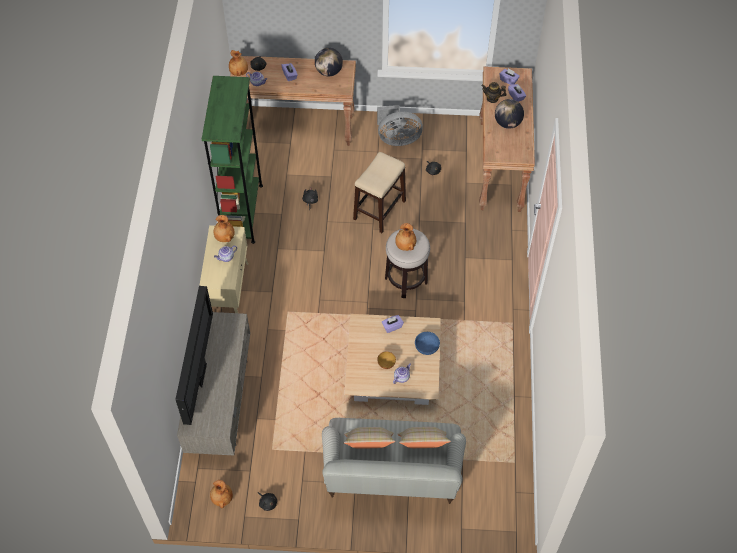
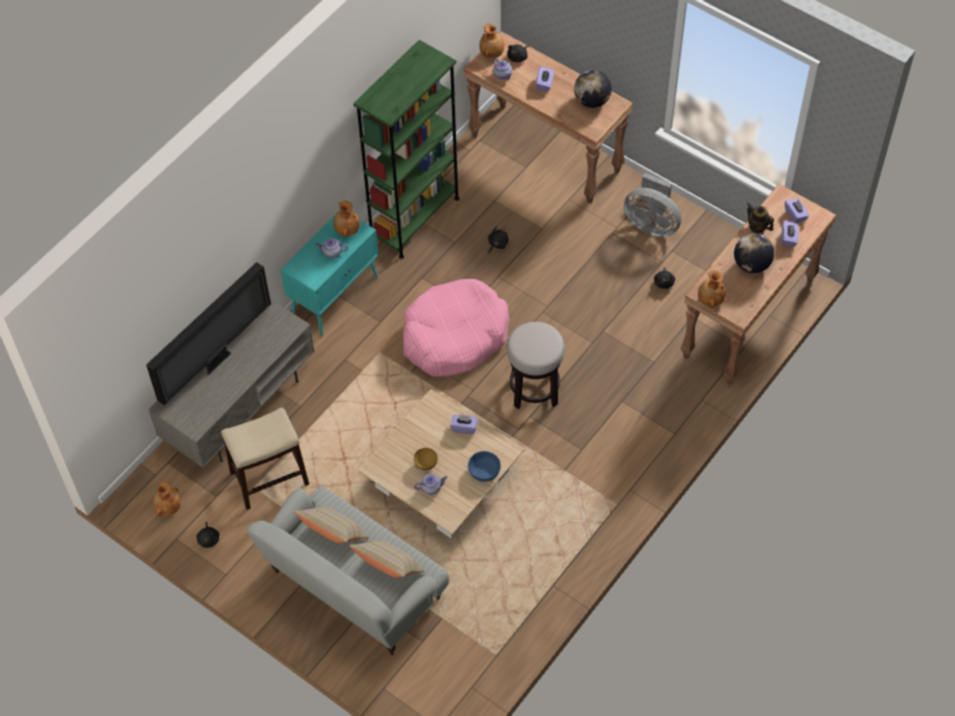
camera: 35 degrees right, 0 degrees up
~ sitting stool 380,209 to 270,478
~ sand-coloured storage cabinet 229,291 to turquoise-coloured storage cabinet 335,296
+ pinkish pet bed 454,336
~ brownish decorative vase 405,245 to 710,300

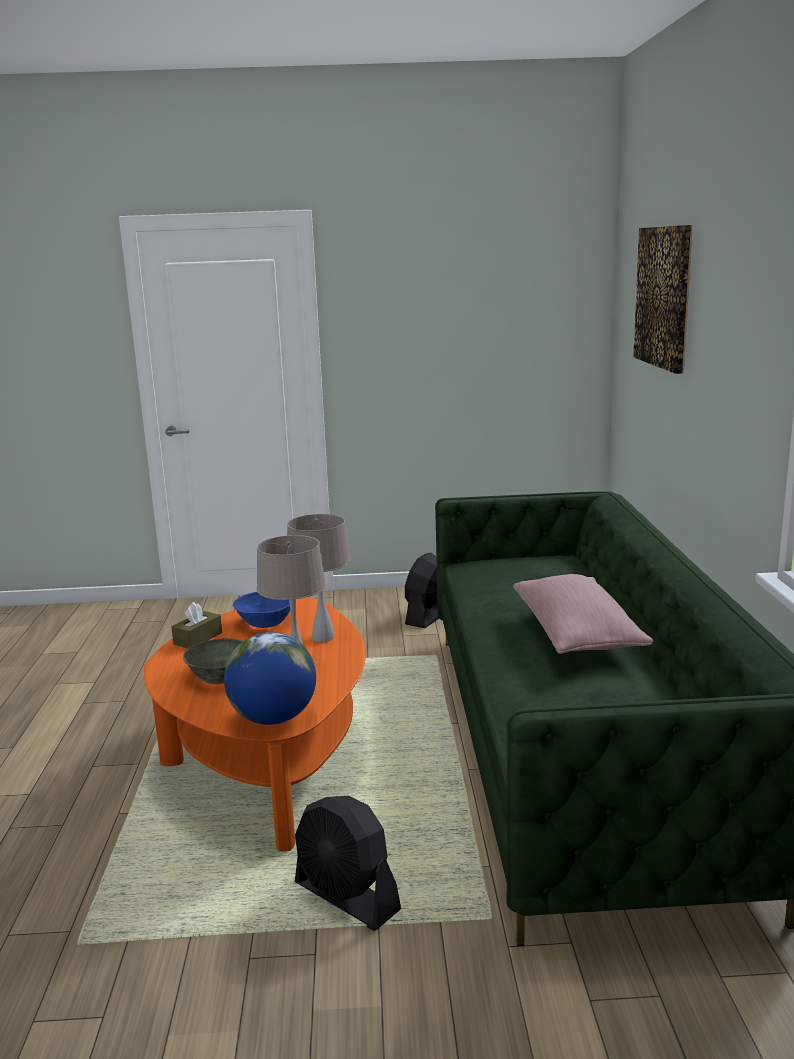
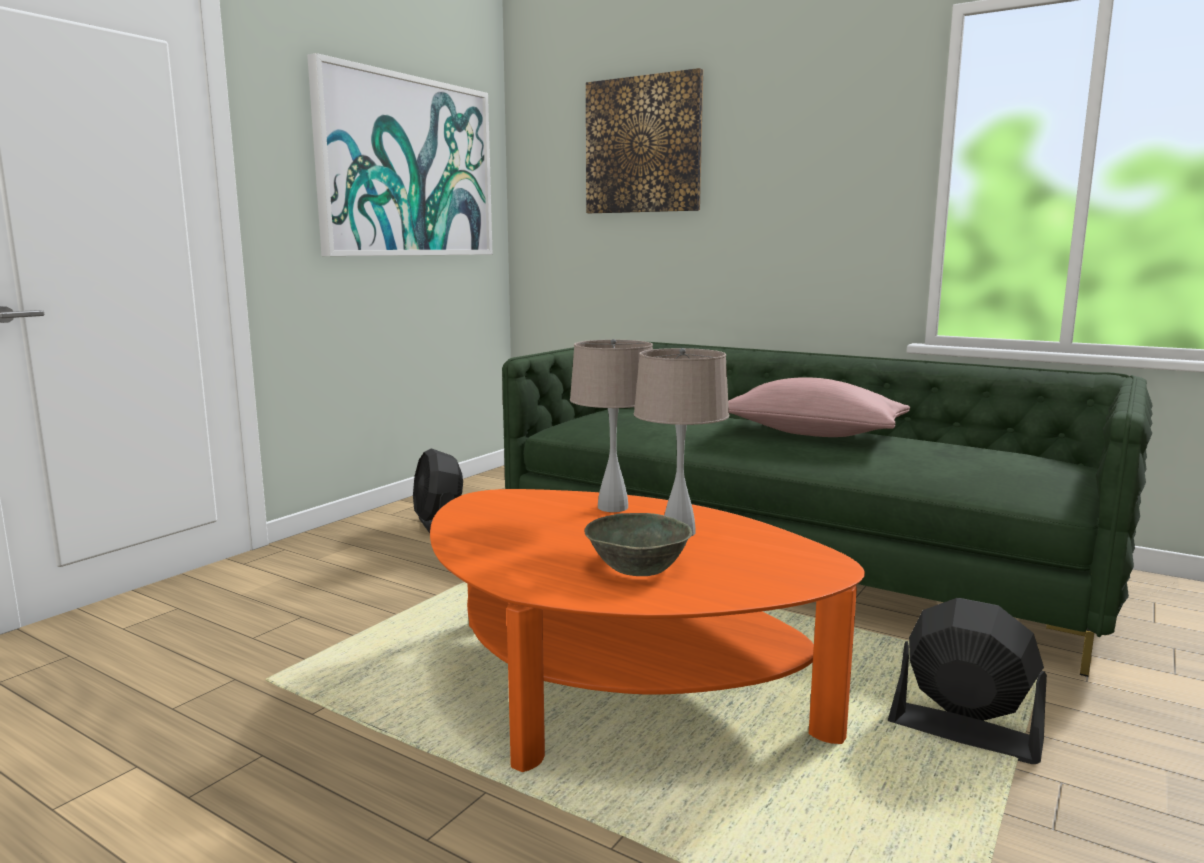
camera: 55 degrees left, 5 degrees down
+ wall picture 407,167
~ blackish electric fan 347,897 = 963,732 135 degrees counterclockwise
- brownish tissue holder 198,638
- globe 274,718
- blue-coloured bowl 266,623

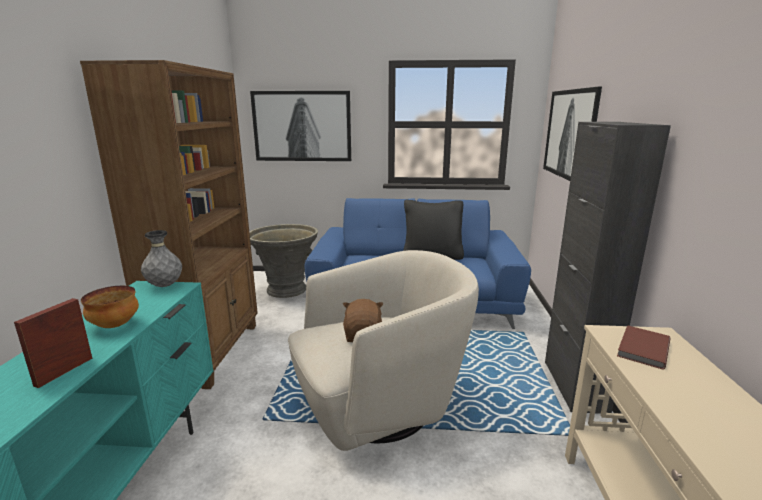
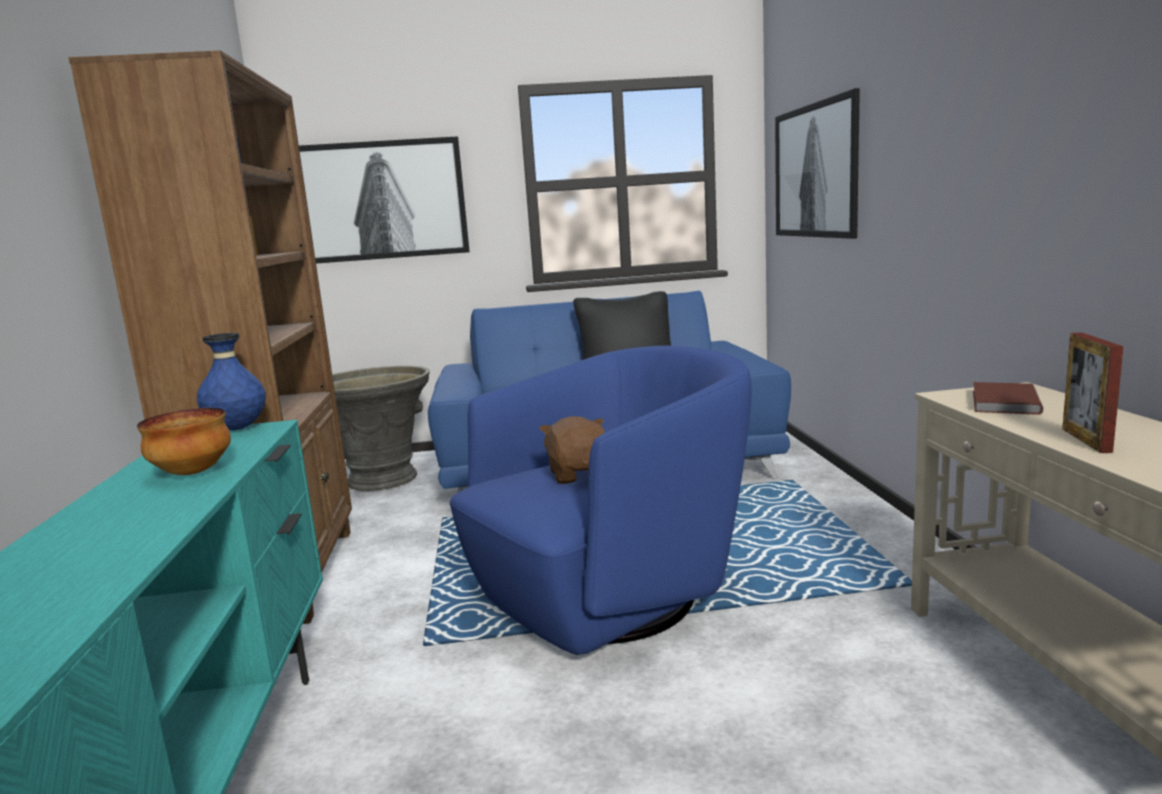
camera: 10 degrees left, 5 degrees down
~ greyish decorative vase 165,285 to blue-coloured decorative vase 237,429
~ sand-coloured easy chair 381,404 to blue-coloured easy chair 611,596
~ picture frame 64,371 to 1086,440
- blackish storage cabinet 575,386

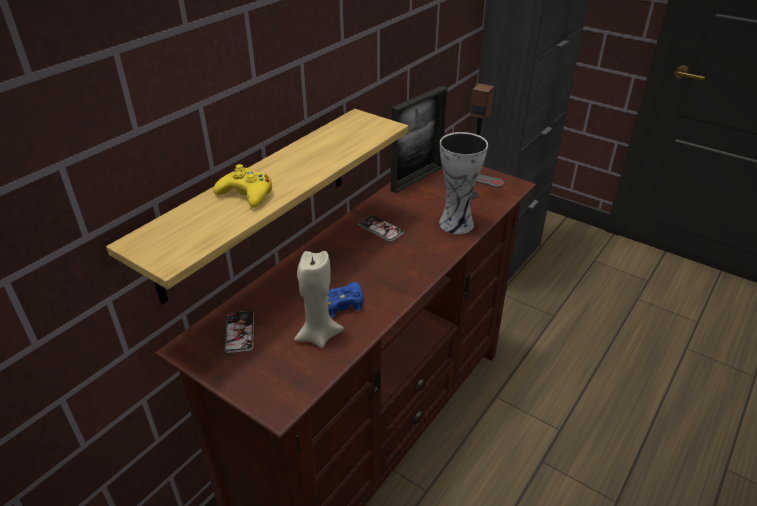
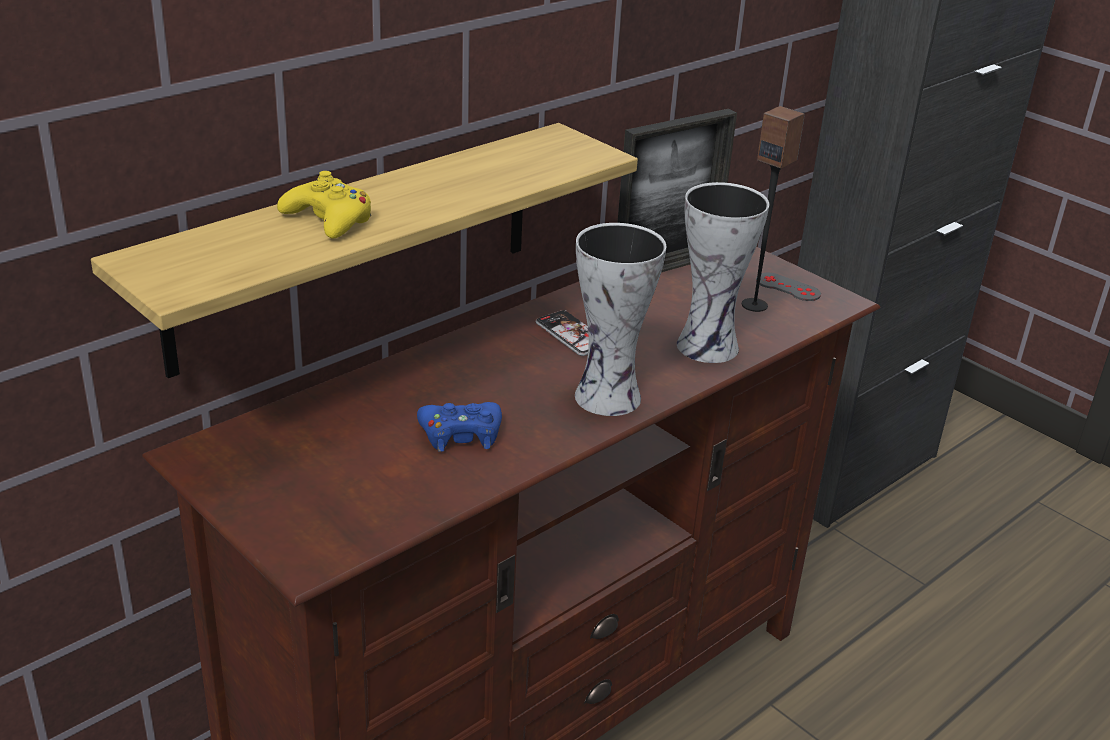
camera: 10 degrees right, 5 degrees down
+ decorative vase 608,399
- handset 239,332
- sand-coloured candle 318,335

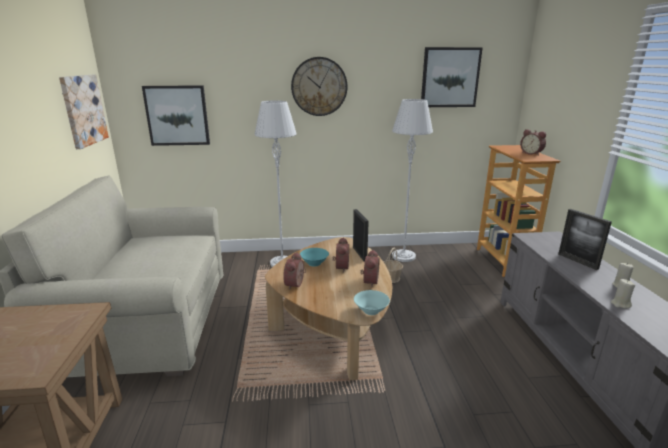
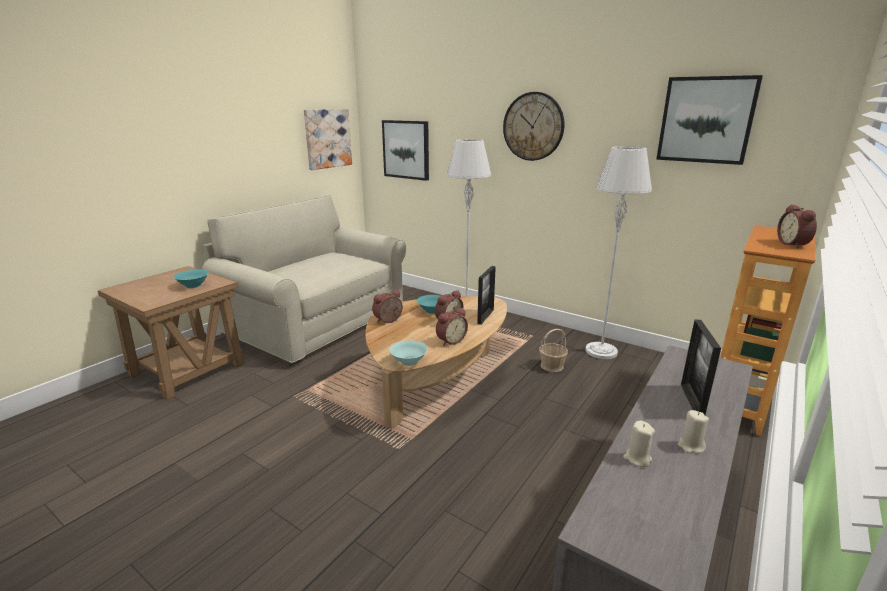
camera: 40 degrees right, 0 degrees up
+ turquoise-coloured bowl 193,285

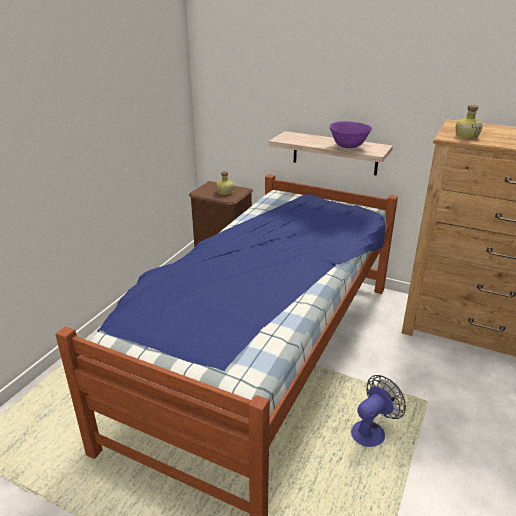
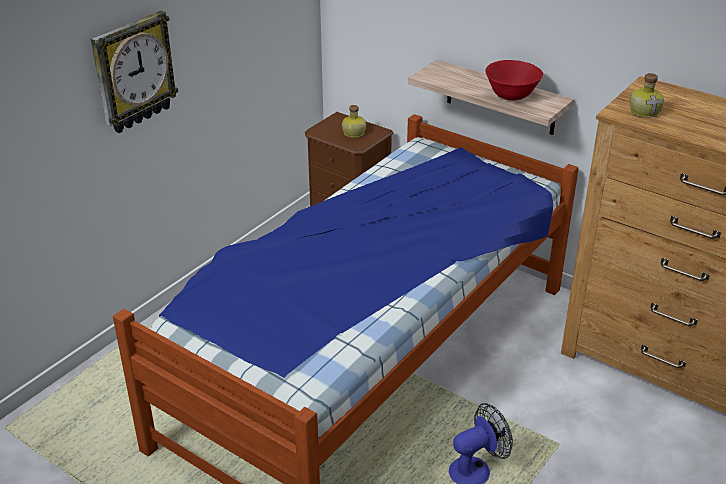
camera: 10 degrees right, 5 degrees up
+ clock on the wall 133,72
~ purple bowl 348,146 to reddish bowl 511,96

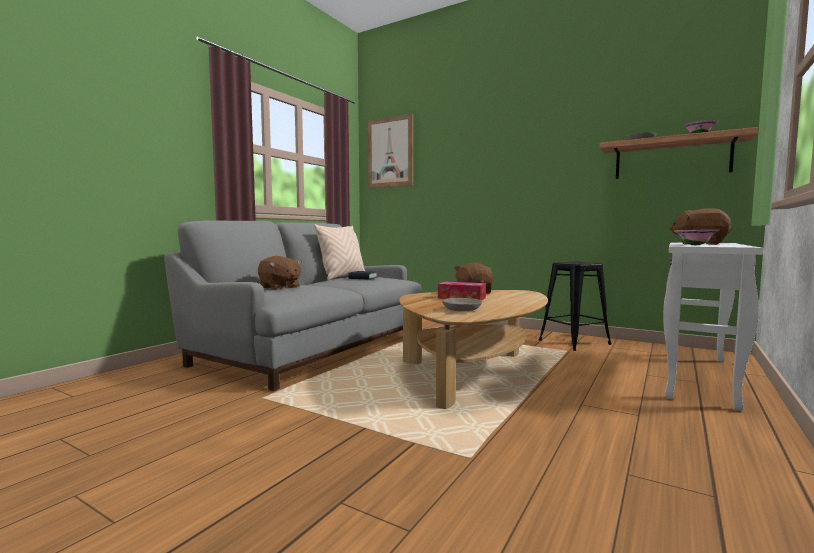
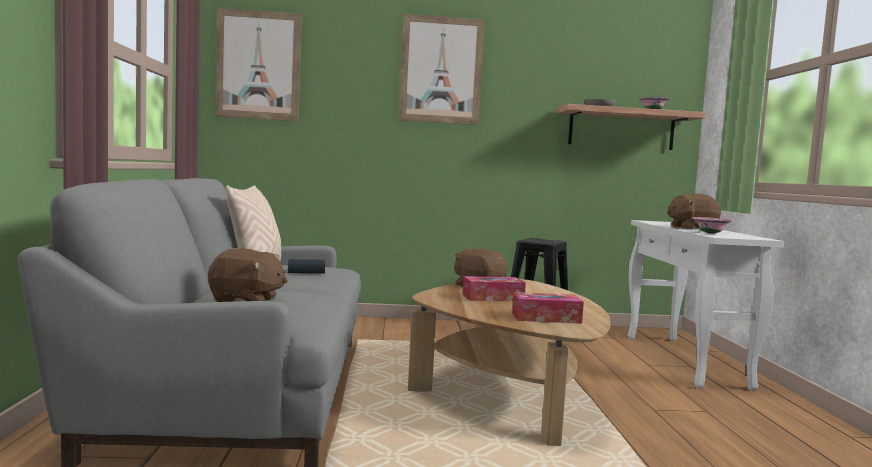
camera: 35 degrees left, 0 degrees up
+ wall picture 441,70
~ greyish bowl 461,309 to tissue holder 546,318

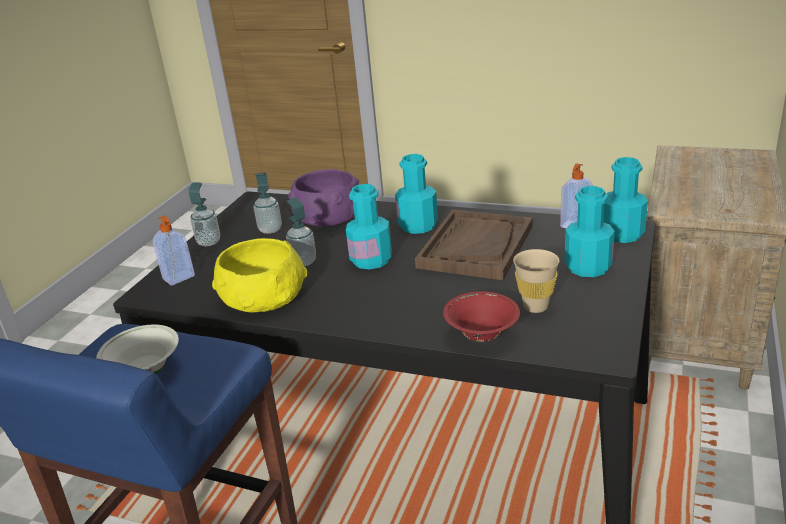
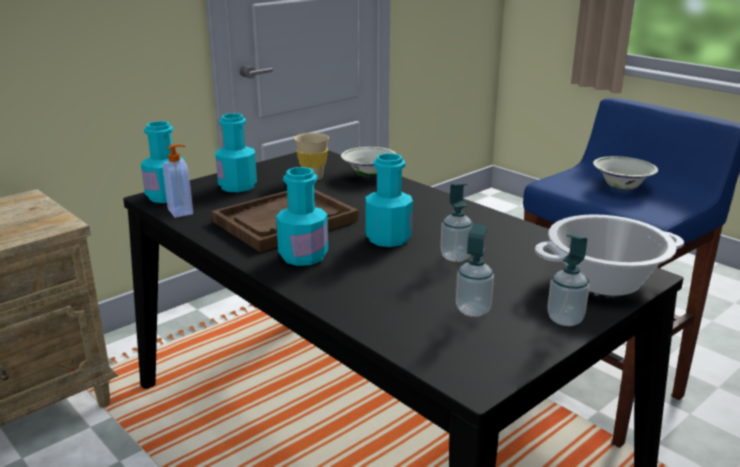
camera: 155 degrees left, 5 degrees down
~ reddish bowl 481,335 to white bowl 368,175
~ liquid soap bottle 179,278 to stockpot 605,281
- yellow-coloured bowl 263,296
- purple bowl 327,218

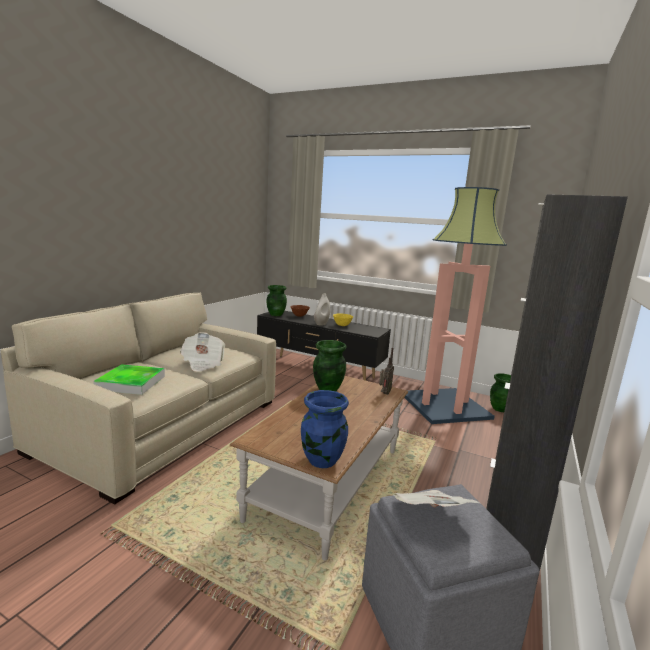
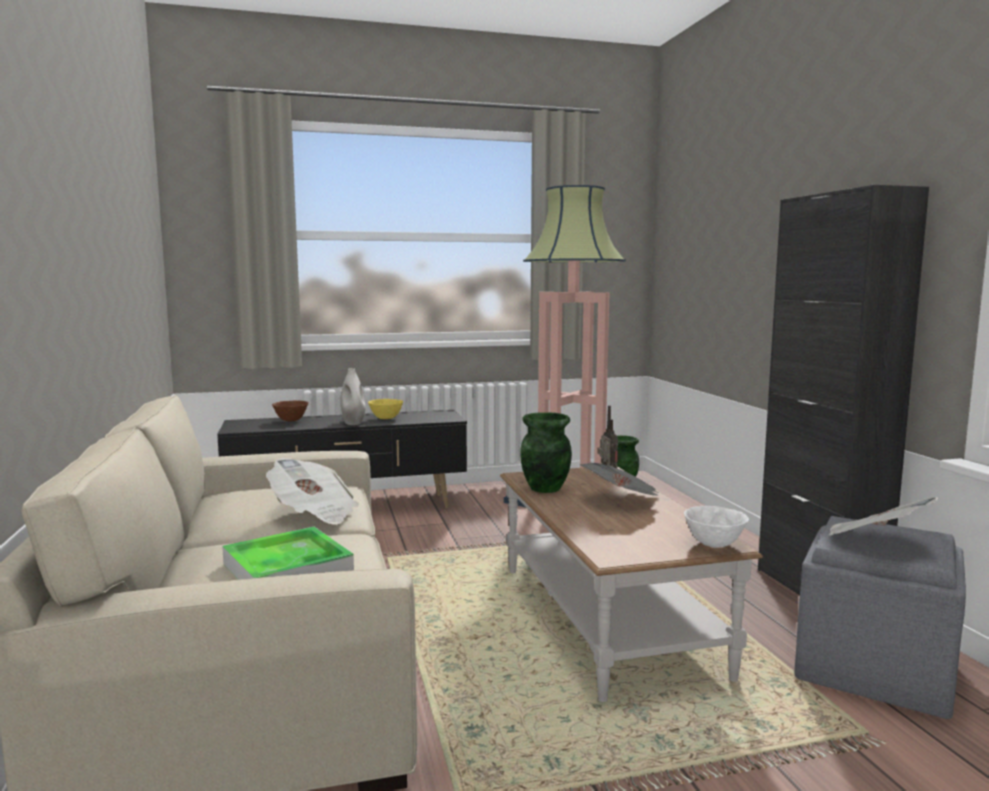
camera: 40 degrees left, 5 degrees down
+ daily paper 622,501
~ blue-coloured decorative vase 321,460 to white bowl 714,545
- green decorative vase 276,314

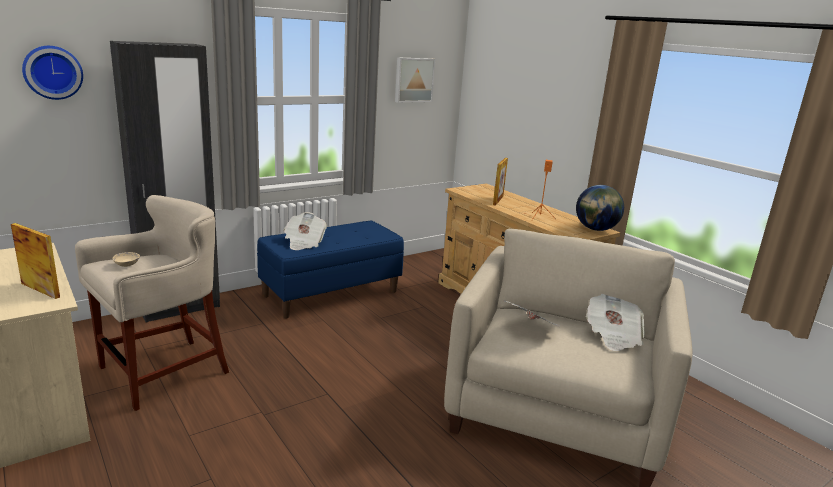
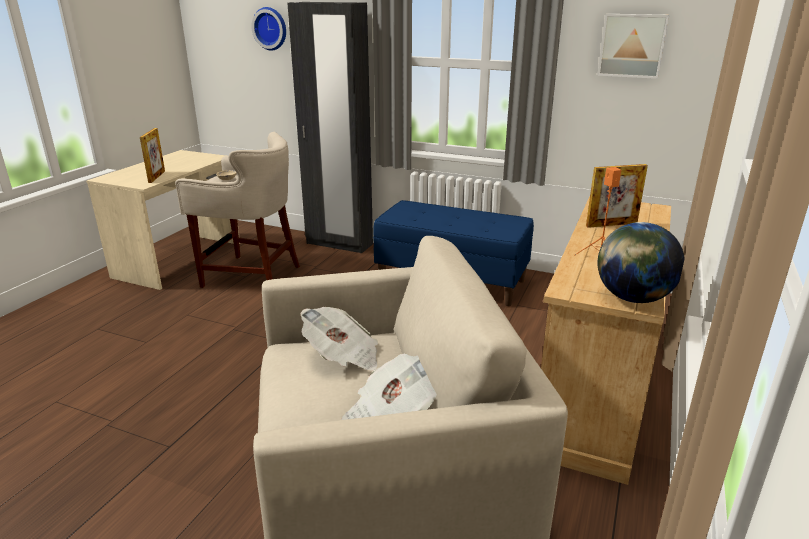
camera: 60 degrees right, 5 degrees up
- daily paper 304,242

